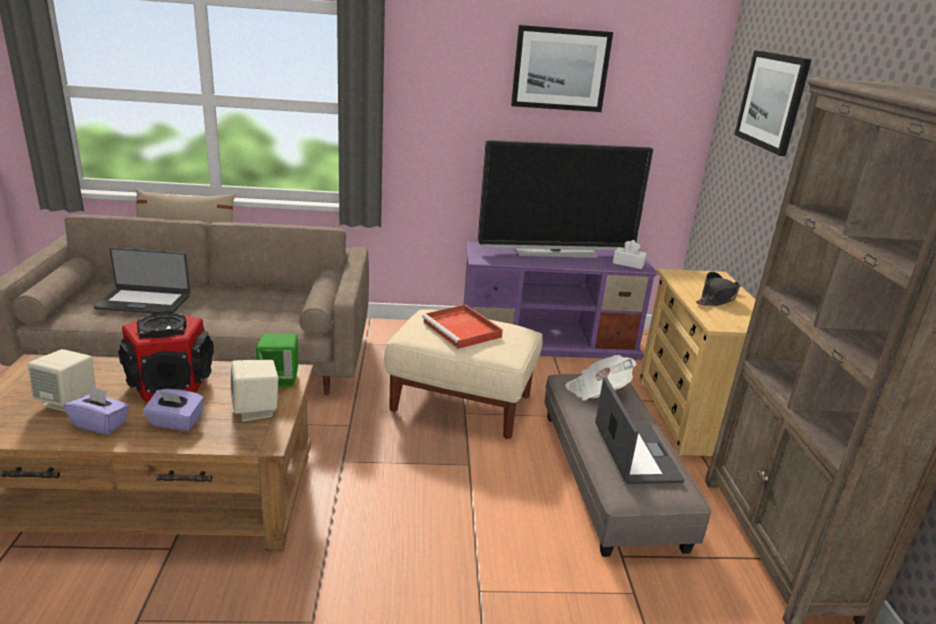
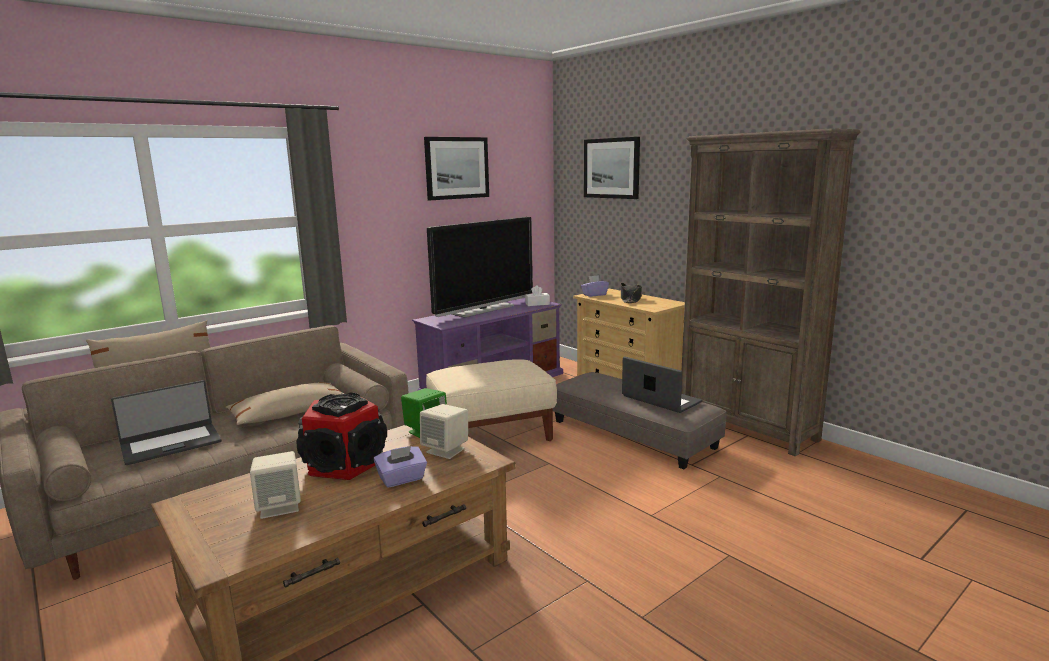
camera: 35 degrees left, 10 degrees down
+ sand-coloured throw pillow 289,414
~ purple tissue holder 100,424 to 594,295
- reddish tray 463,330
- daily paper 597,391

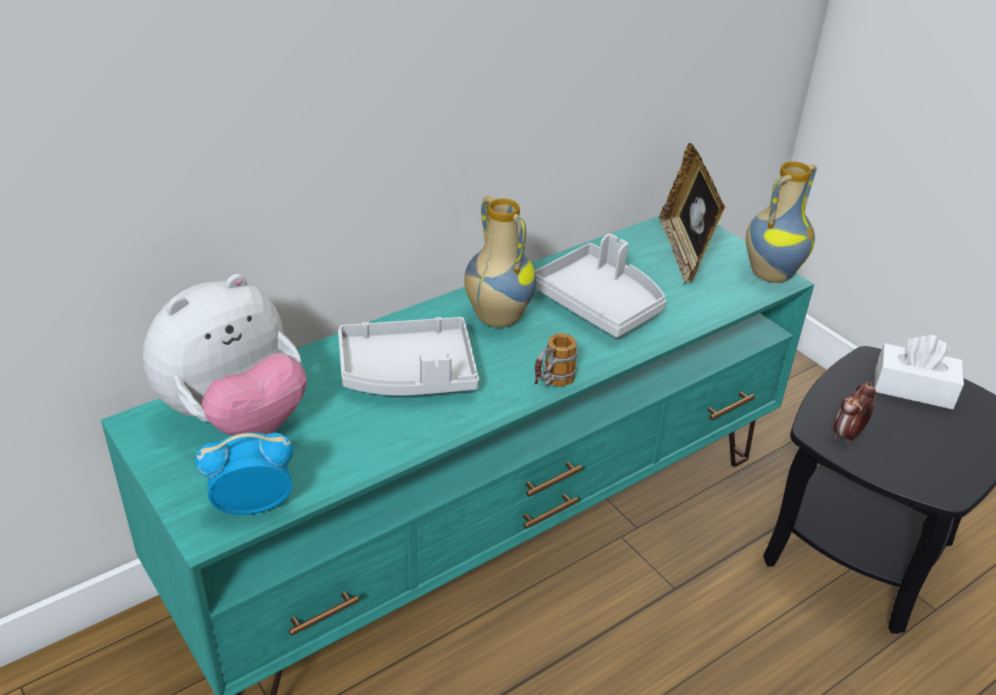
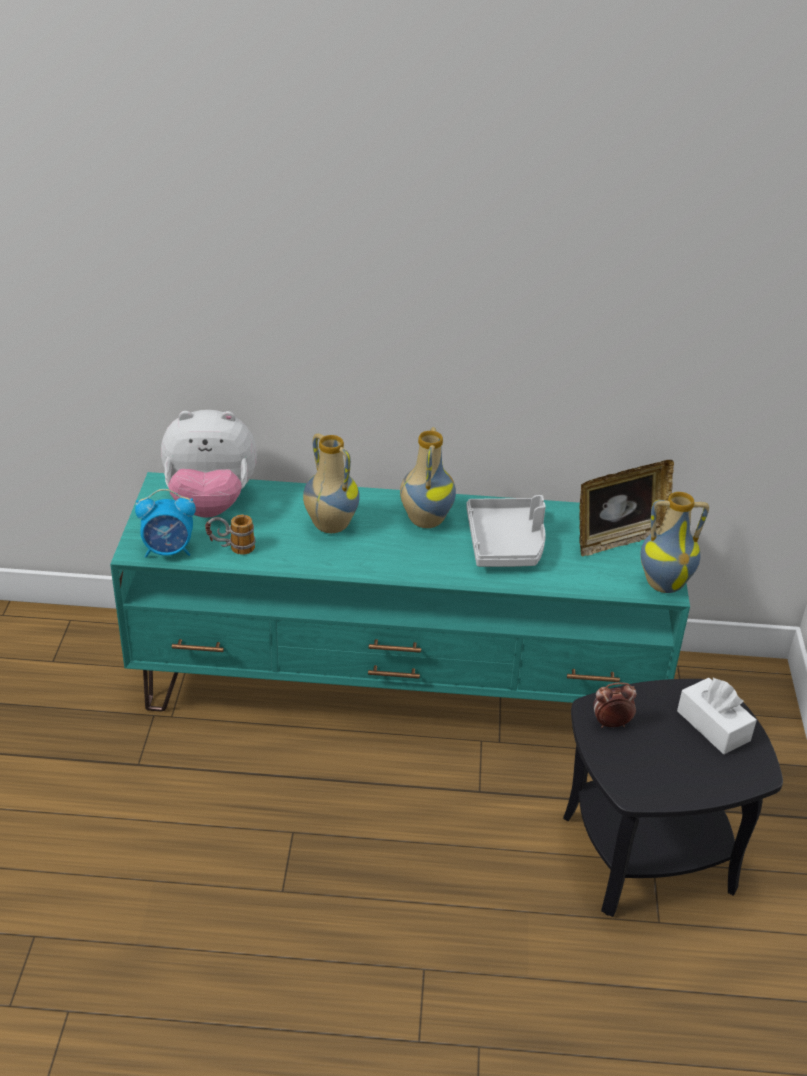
camera: 40 degrees right, 0 degrees up
~ table clock 252,505 = 169,551 150 degrees clockwise
~ tea mug 551,384 to 231,549
~ greyish tray 408,373 to decorative vase 329,526
~ picture frame 684,252 = 619,539 150 degrees counterclockwise

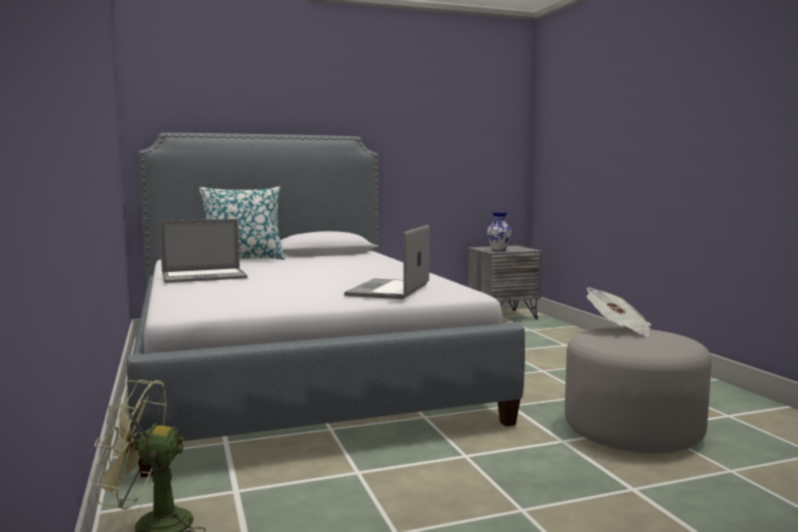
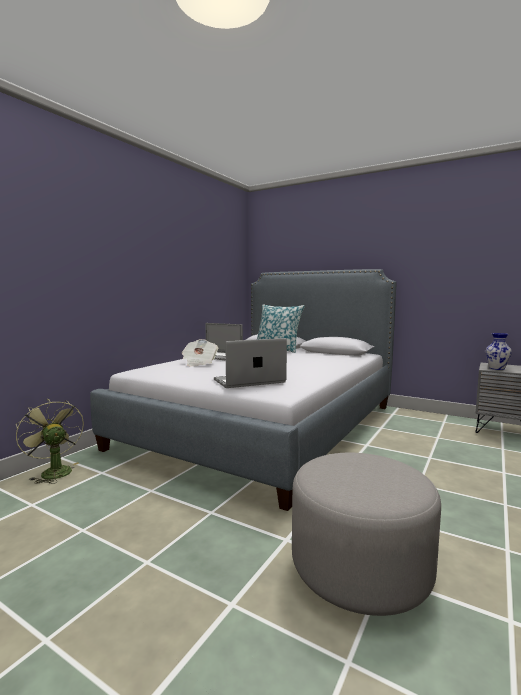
camera: 50 degrees right, 0 degrees up
~ daily paper 619,329 to 199,363

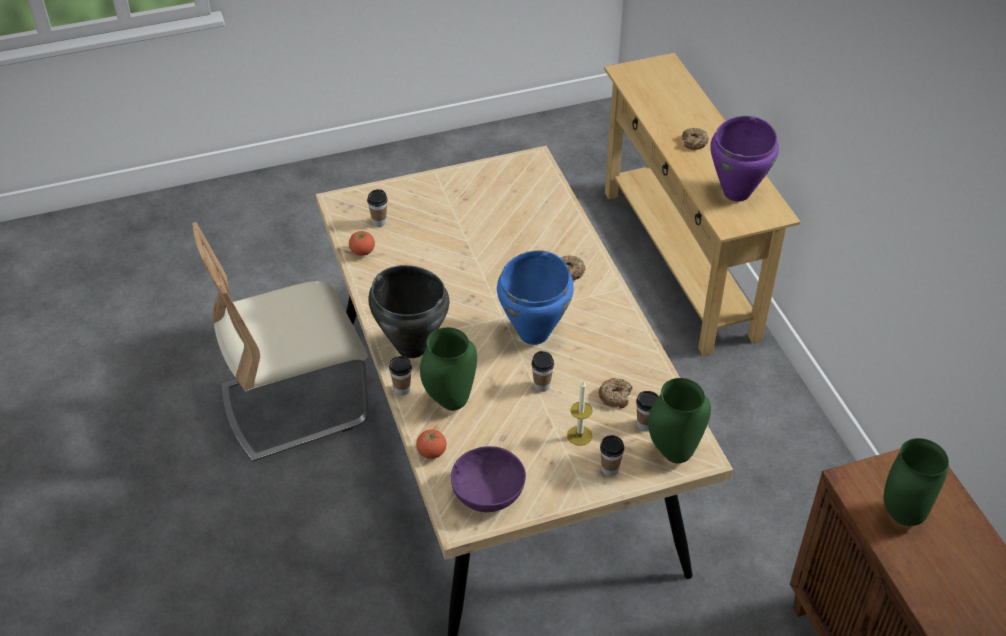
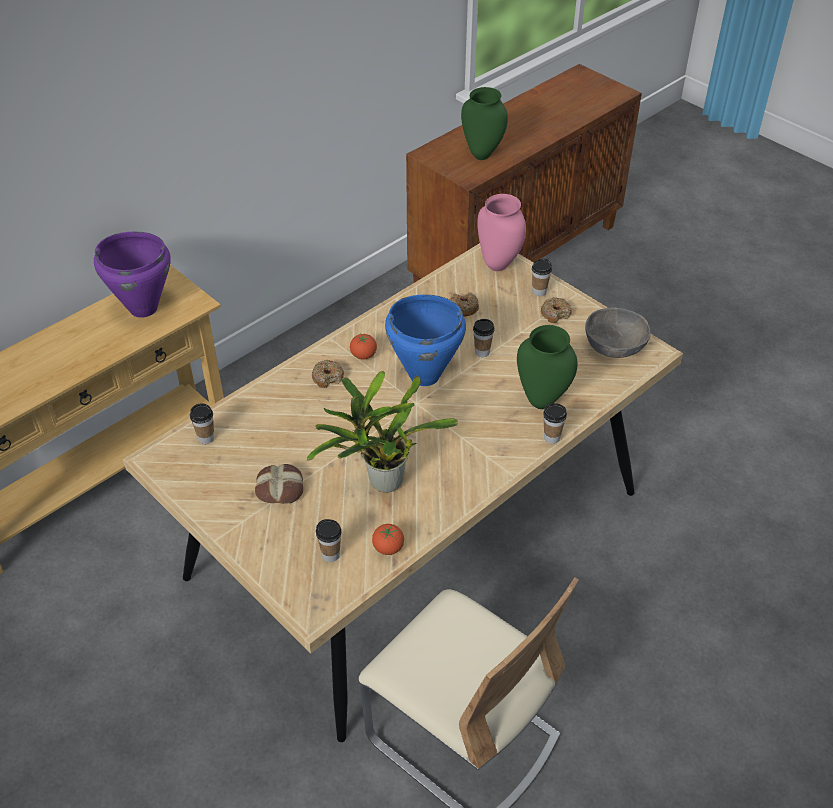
camera: 115 degrees left, 0 degrees up
~ cup 645,424 to 206,438
+ baked bread 280,488
+ houseplant 380,482
~ fresh tomato 431,452 to 363,355
~ green decorative vase 673,452 to pinkish decorative vase 497,265
~ ring doughnut 694,142 to 555,314
~ purple bowl 487,493 to greyish bowl 614,347
- blackish stockpot 412,346
- candle 579,435

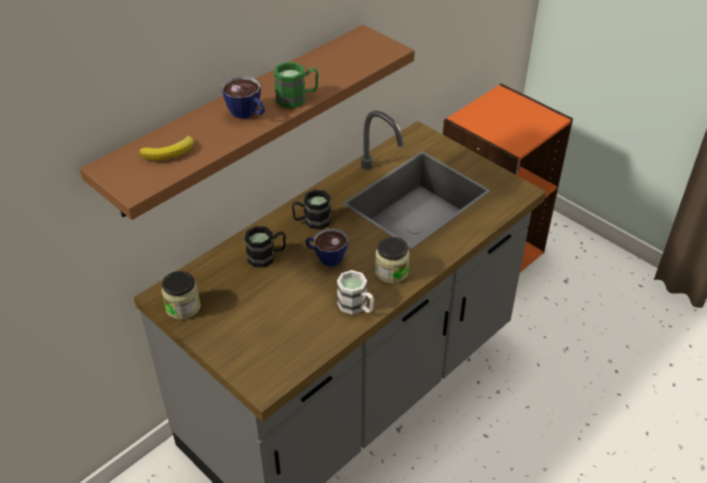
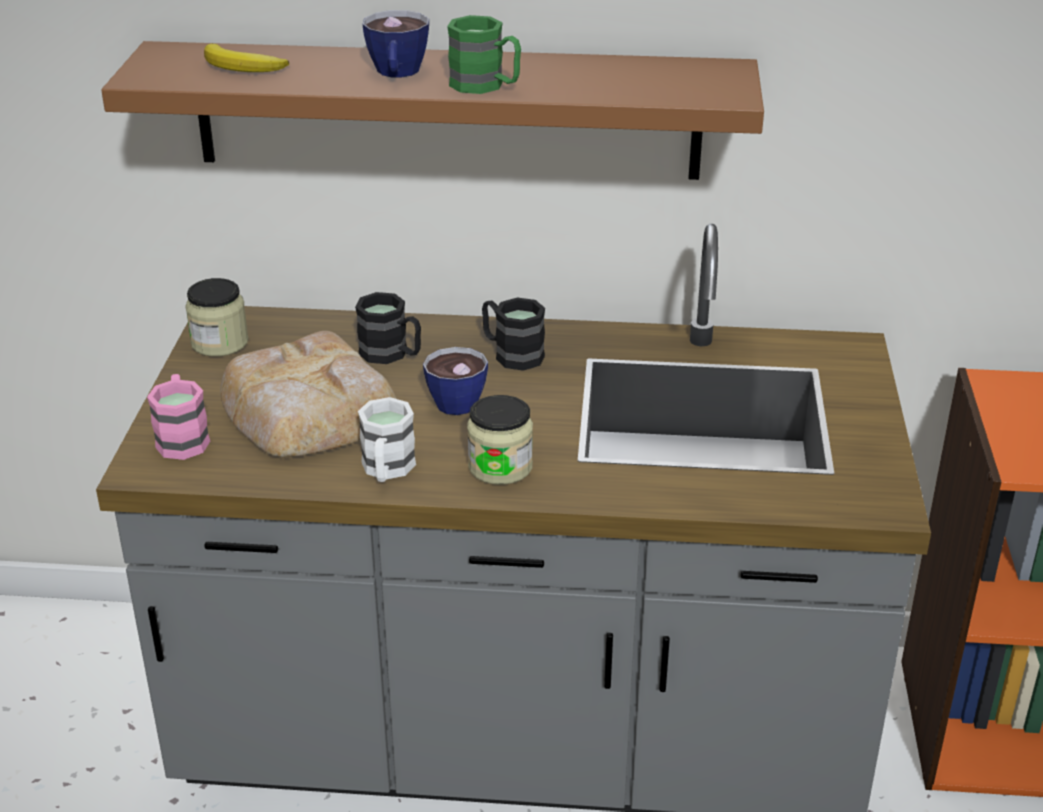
camera: 50 degrees right, 10 degrees down
+ pinkish tea mug 182,437
+ baked bread 308,410

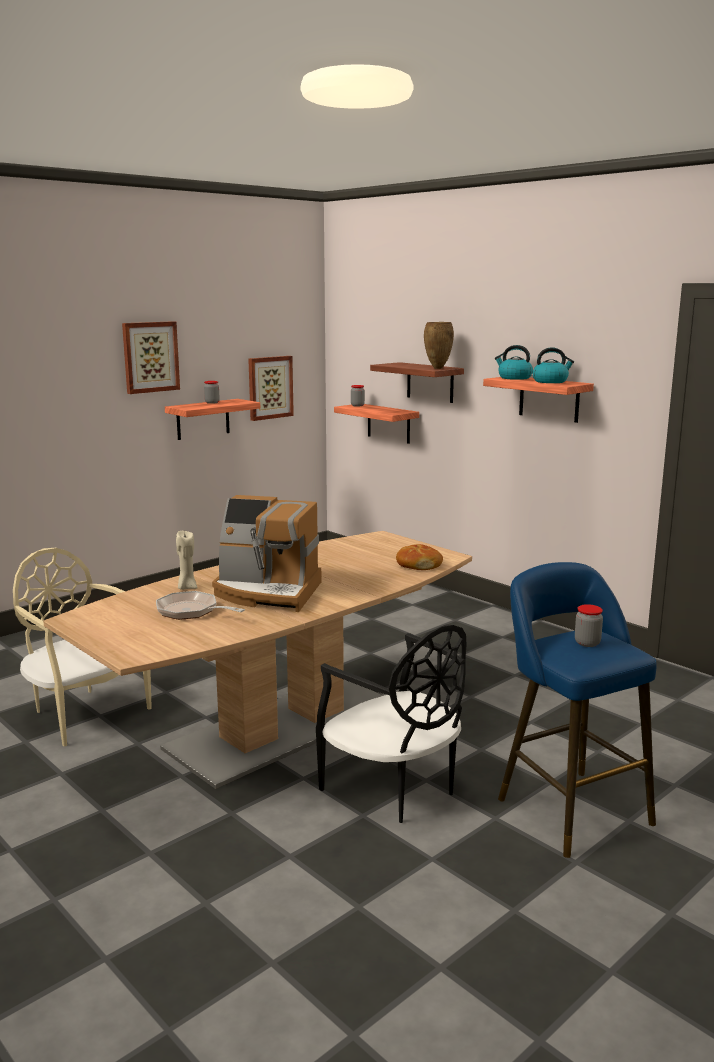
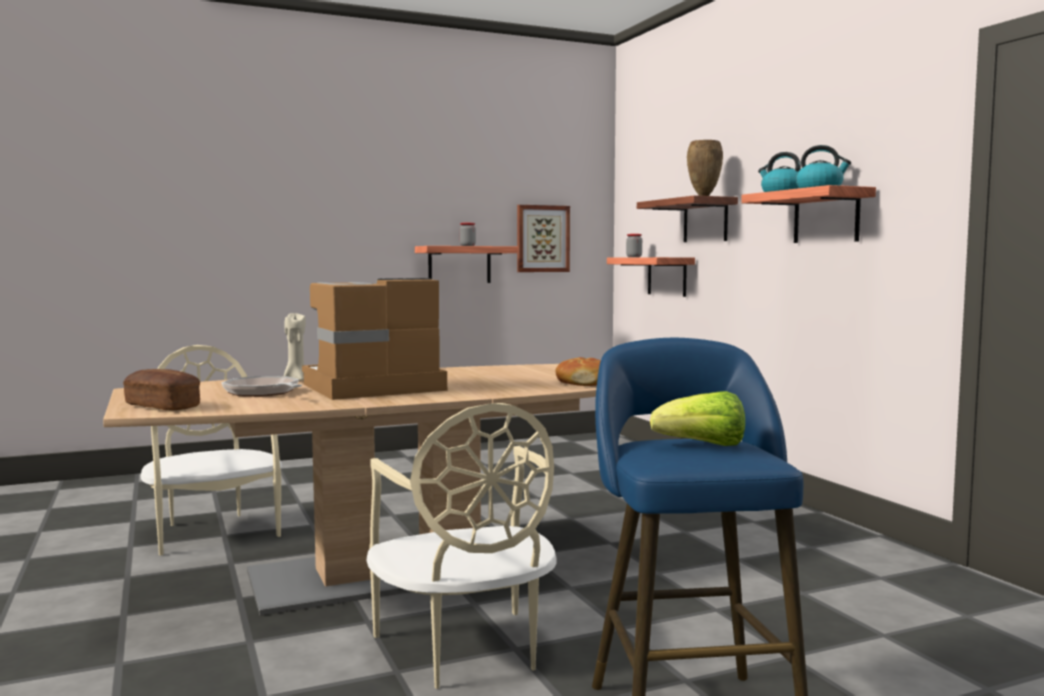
camera: 20 degrees right, 10 degrees down
+ baked bread 162,406
~ coffee brewer 267,592 = 371,388 120 degrees clockwise
~ blackish chair 394,788 to sand-coloured chair 465,650
~ storage jar 587,643 to head of lettuce 703,445
- wall picture 150,357

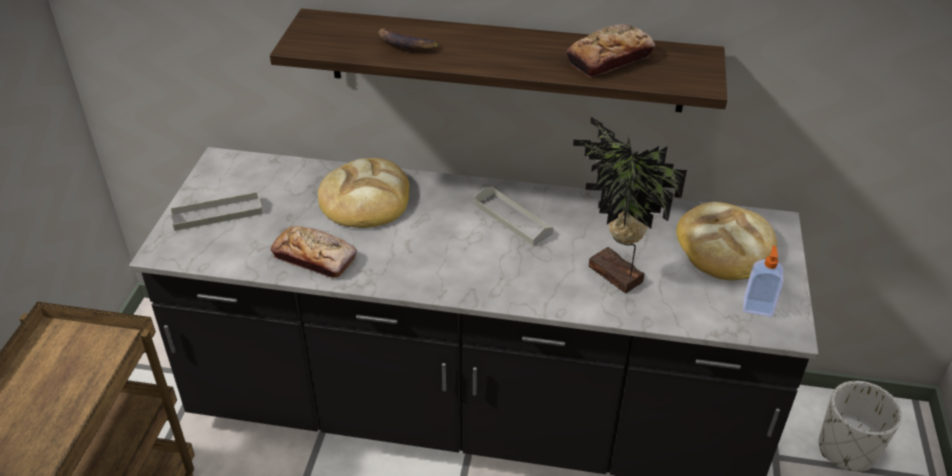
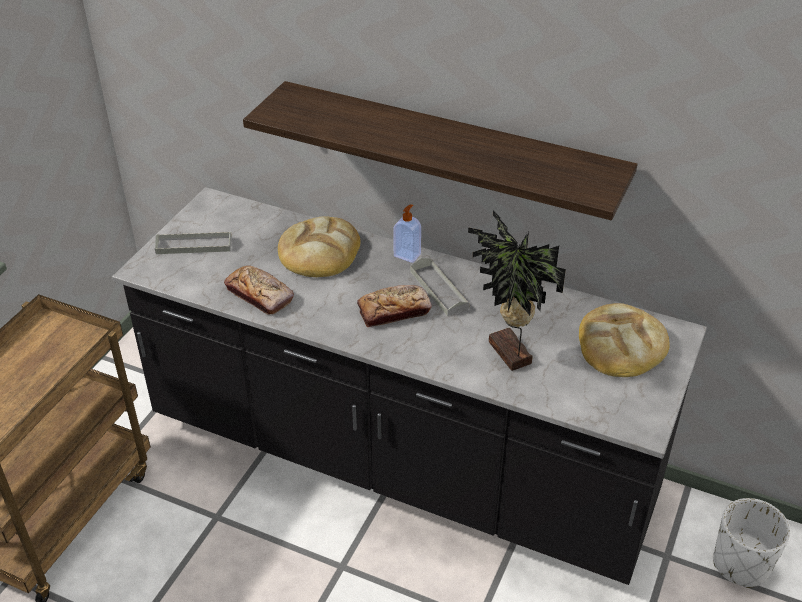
camera: 15 degrees right, 0 degrees up
~ baked bread 609,59 to 394,311
~ liquid soap bottle 758,307 to 407,255
- whole banana 405,45

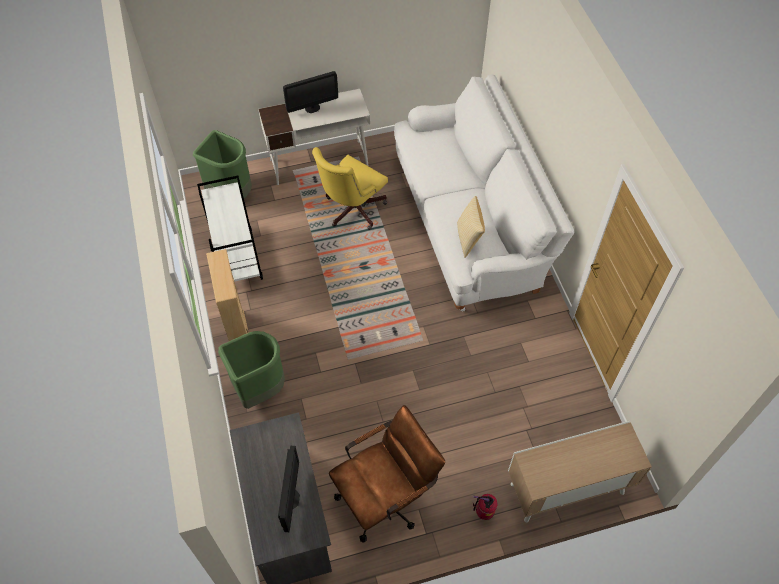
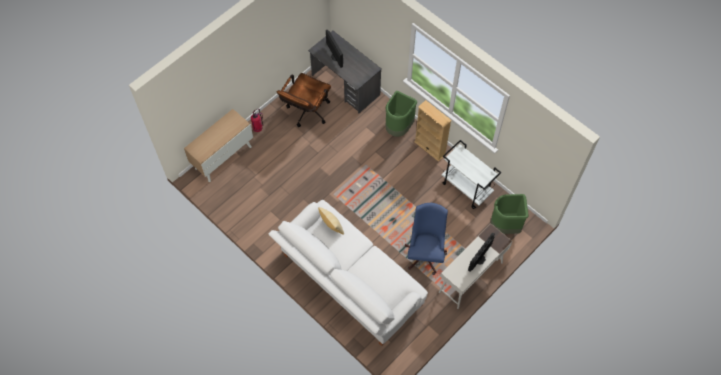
camera: 150 degrees right, 5 degrees up
~ yellow-coloured computer chair 351,210 to blue-coloured computer chair 425,253

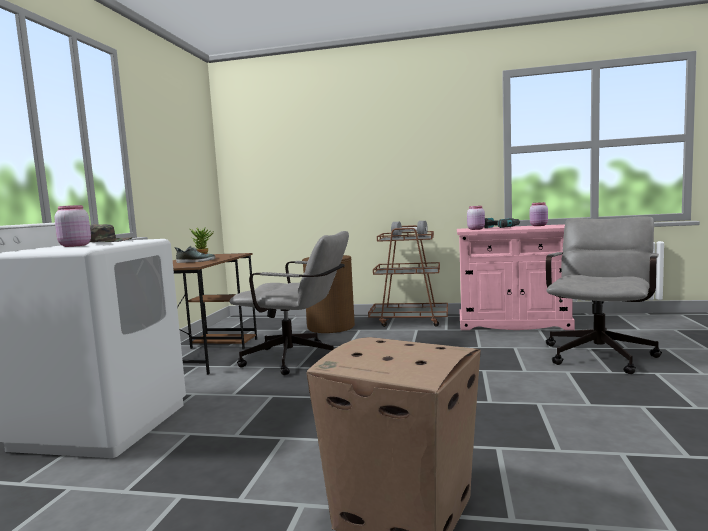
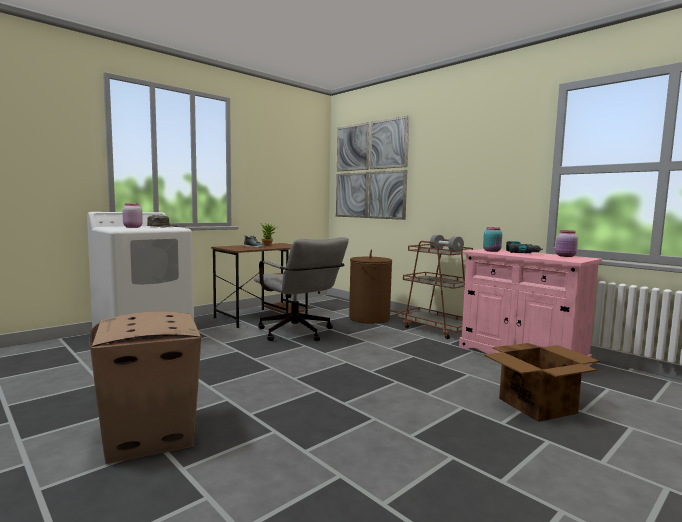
camera: 35 degrees right, 0 degrees up
+ wall picture 370,170
~ pinkish storage jar 476,229 to turquoise-coloured storage jar 492,251
~ greyish computer chair 600,353 to packing box 538,405

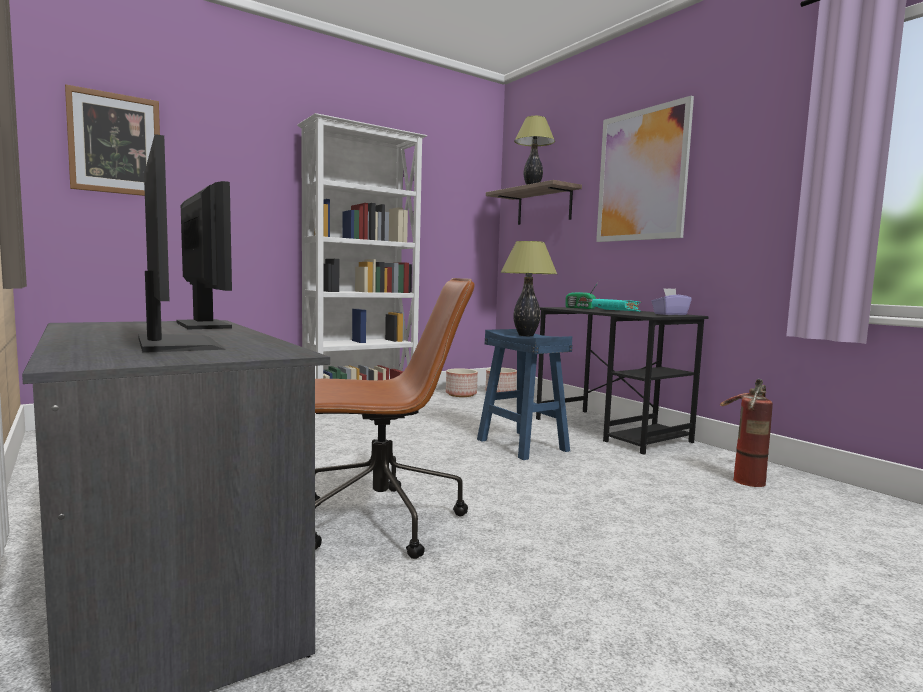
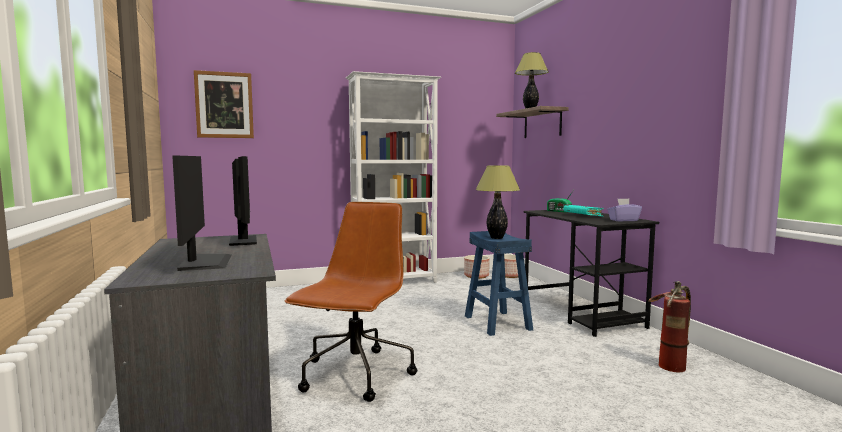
camera: 15 degrees right, 0 degrees up
~ brownish computer chair 377,522 = 355,375 75 degrees counterclockwise
- wall picture 642,175

